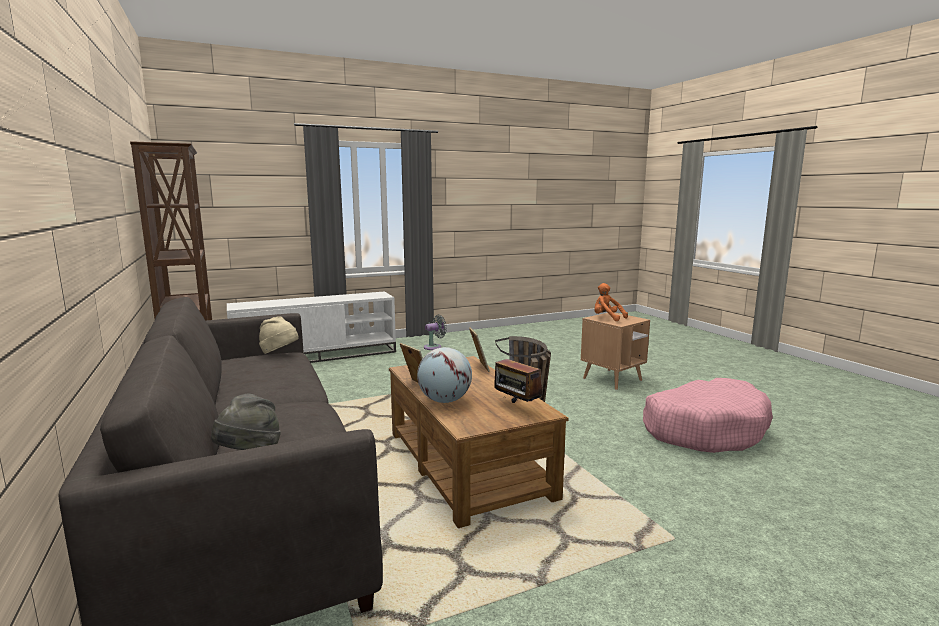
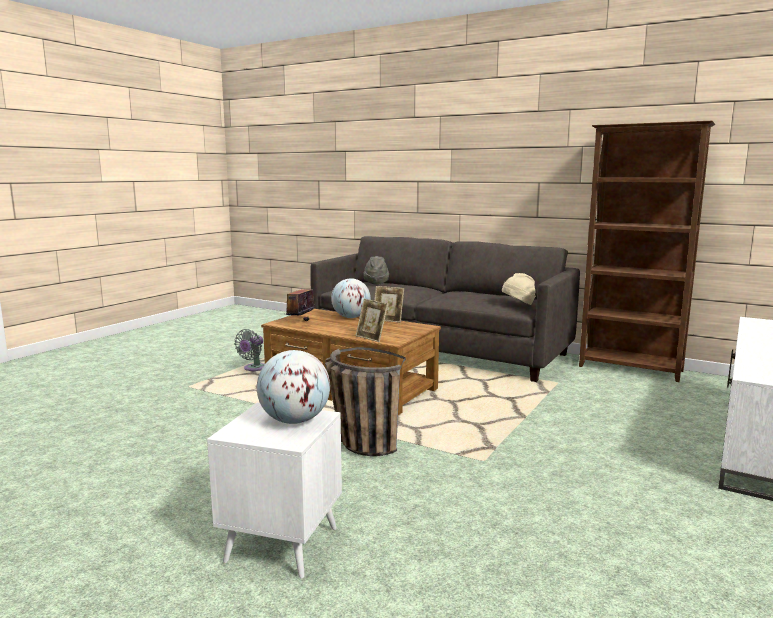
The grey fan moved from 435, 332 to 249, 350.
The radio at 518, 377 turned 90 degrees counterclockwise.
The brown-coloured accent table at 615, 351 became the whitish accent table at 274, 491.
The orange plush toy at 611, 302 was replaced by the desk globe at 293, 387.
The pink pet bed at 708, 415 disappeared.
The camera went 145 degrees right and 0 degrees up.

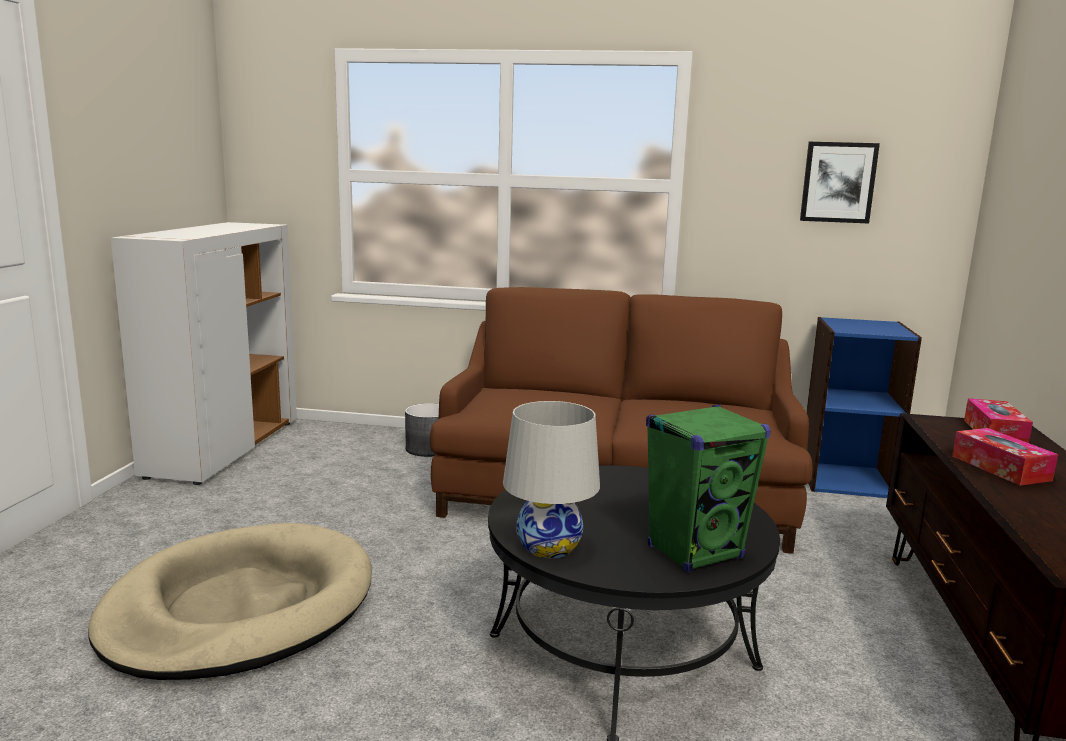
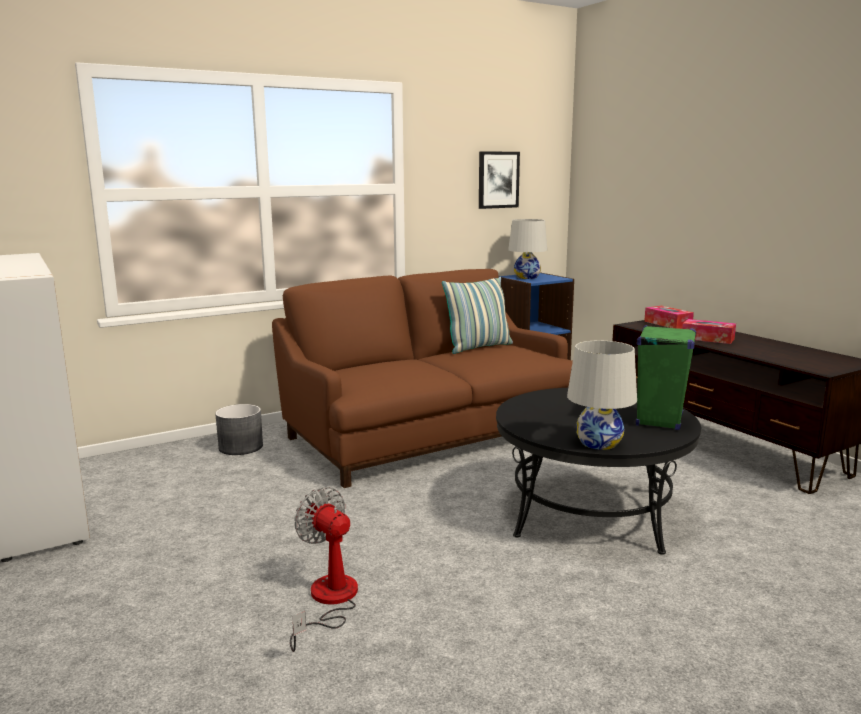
The beige-coloured pet bed at 230, 601 was replaced by the fan at 324, 569.
The pillow at 477, 315 appeared.
The whitish table lamp at 527, 249 appeared.
The camera went 40 degrees left and 0 degrees up.

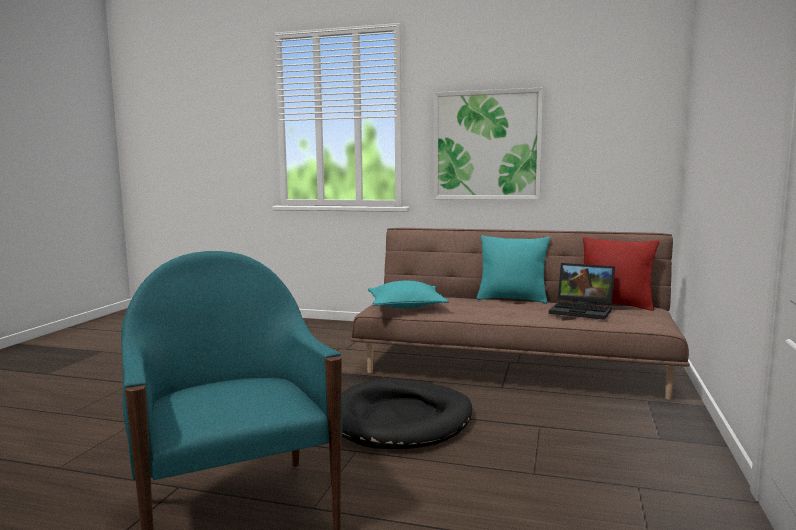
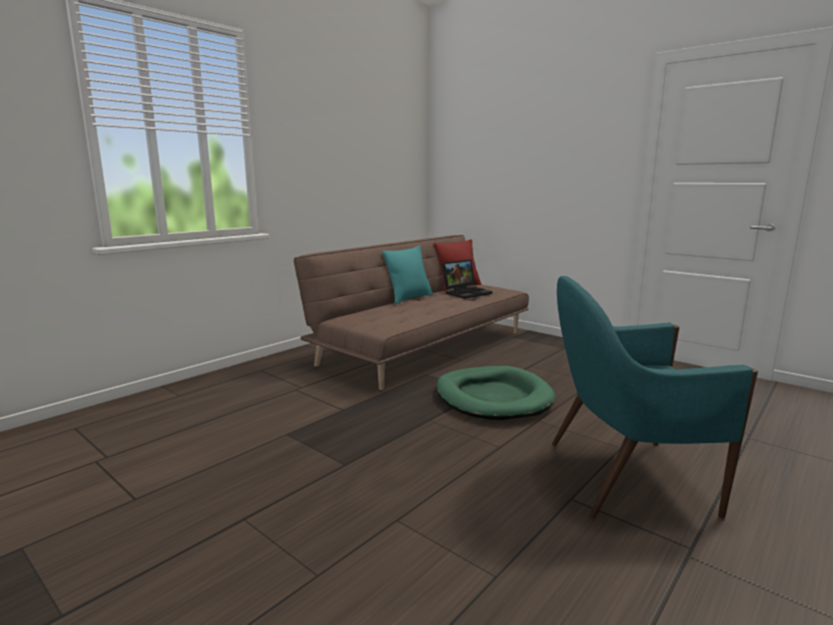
The black-coloured pet bed at 407, 413 became the greenish pet bed at 495, 393.
The blue-green pillow at 408, 294 disappeared.
The wall picture at 488, 143 disappeared.
The camera went 65 degrees left and 5 degrees up.

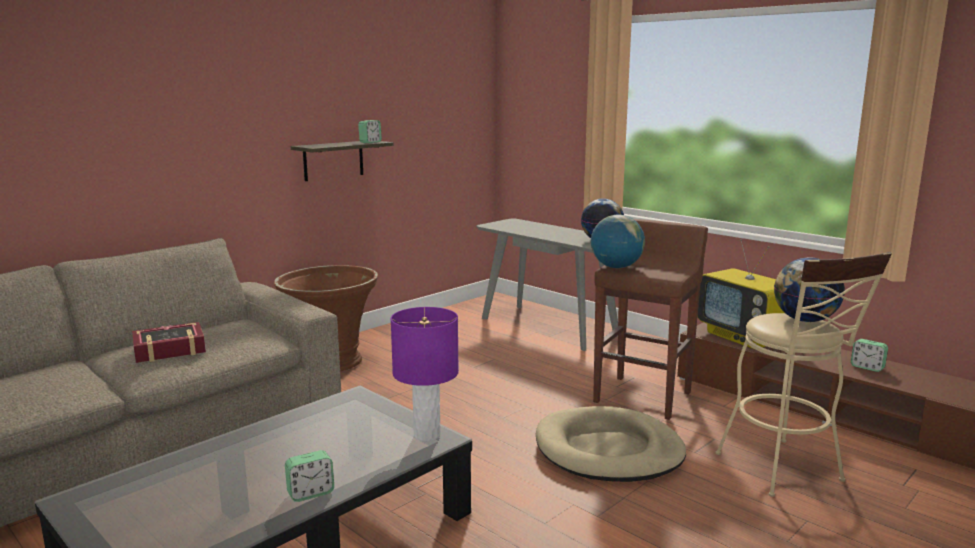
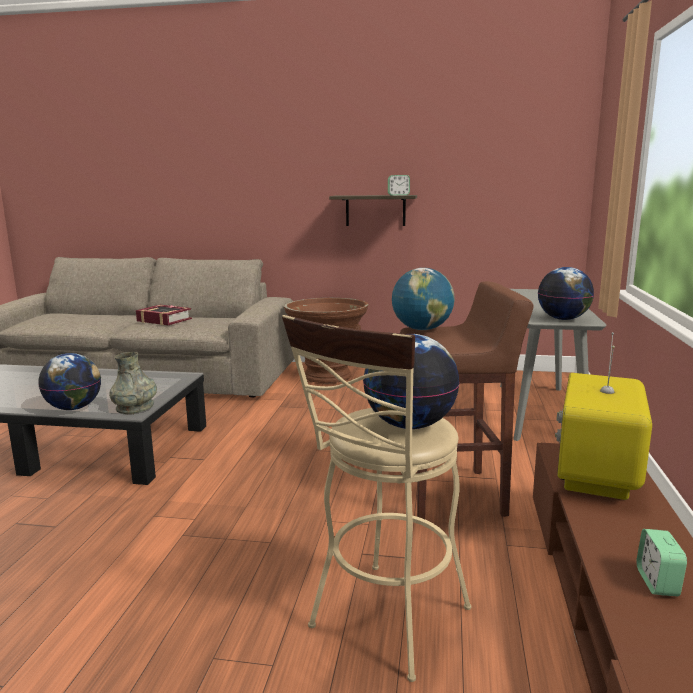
The bedside clock at 309, 476 disappeared.
The purplish table lamp at 425, 374 was replaced by the grey decorative vase at 133, 383.
The beige-coloured pet bed at 611, 444 disappeared.
The desk globe at 69, 381 appeared.
The camera went 55 degrees right and 0 degrees up.

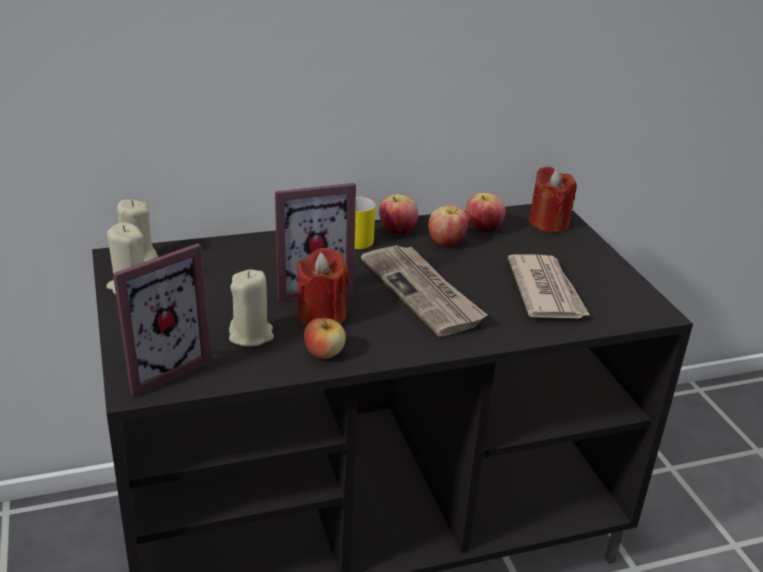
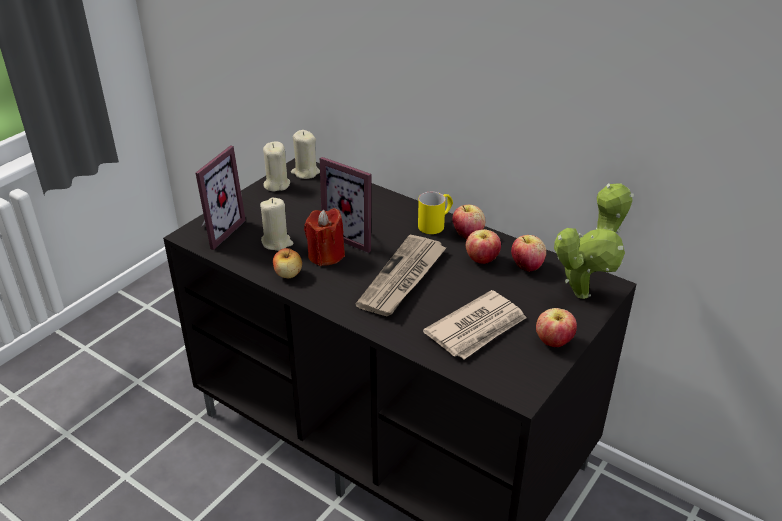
The photo frame at 162, 320 turned 75 degrees counterclockwise.
The reddish wax candle at 553, 199 was replaced by the houseplant at 594, 241.
The whole apple at 556, 327 appeared.
The camera went 55 degrees right and 5 degrees up.

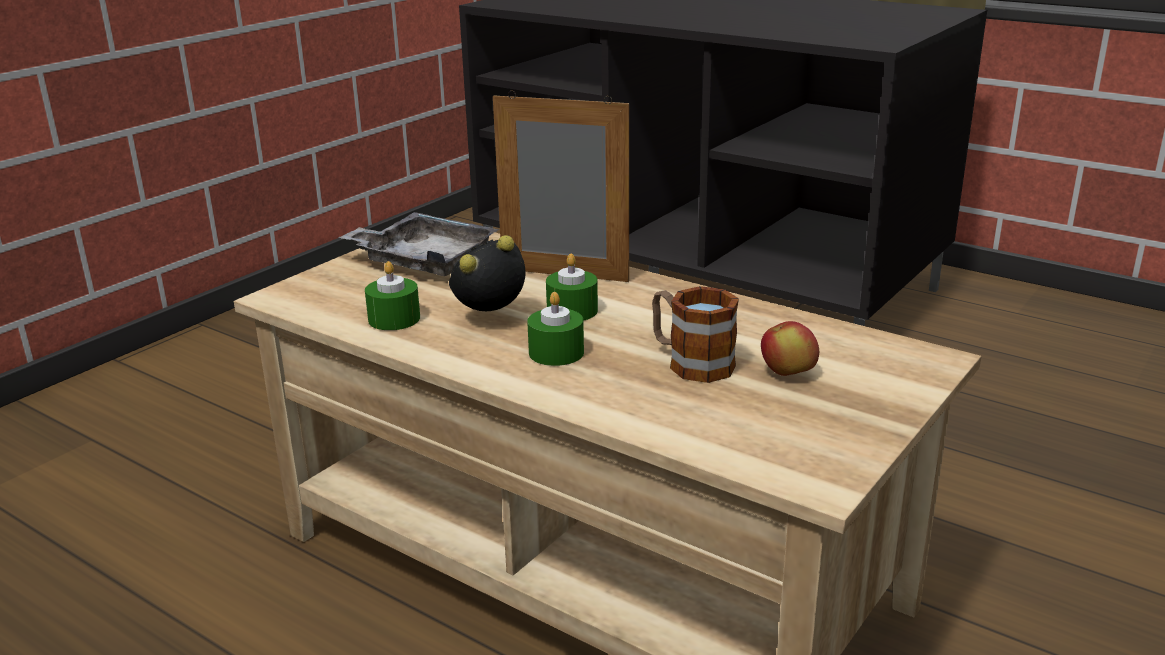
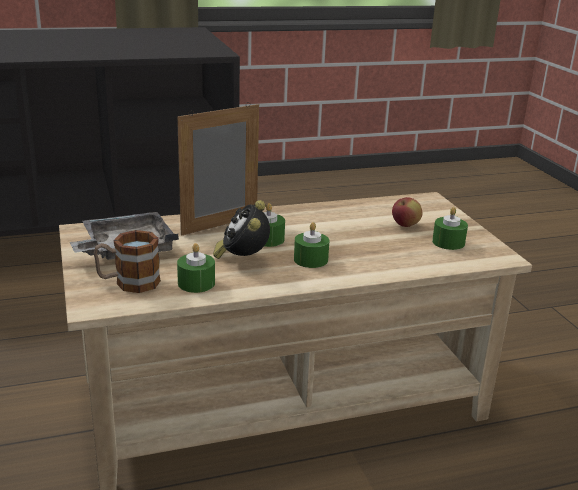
The coffee mug moved from 695, 334 to 127, 261.
The greenish wax candle at 450, 228 appeared.
The camera went 55 degrees left and 0 degrees up.

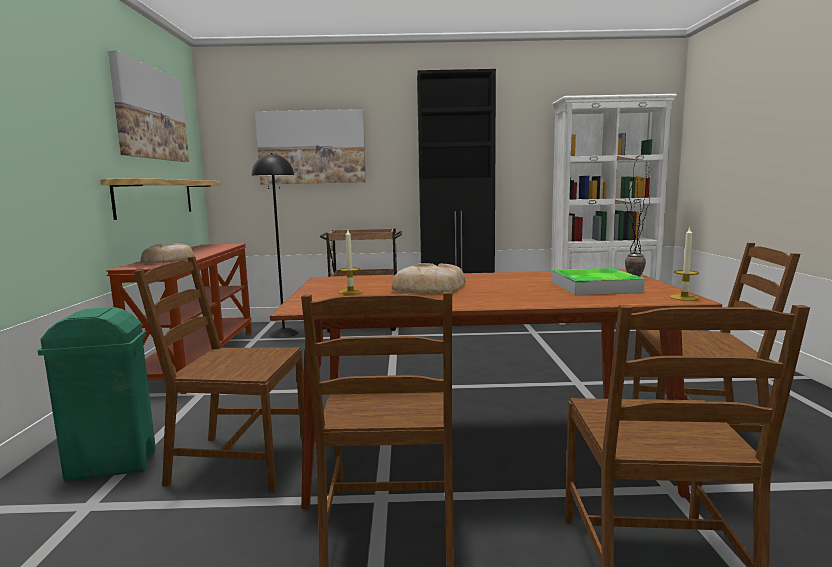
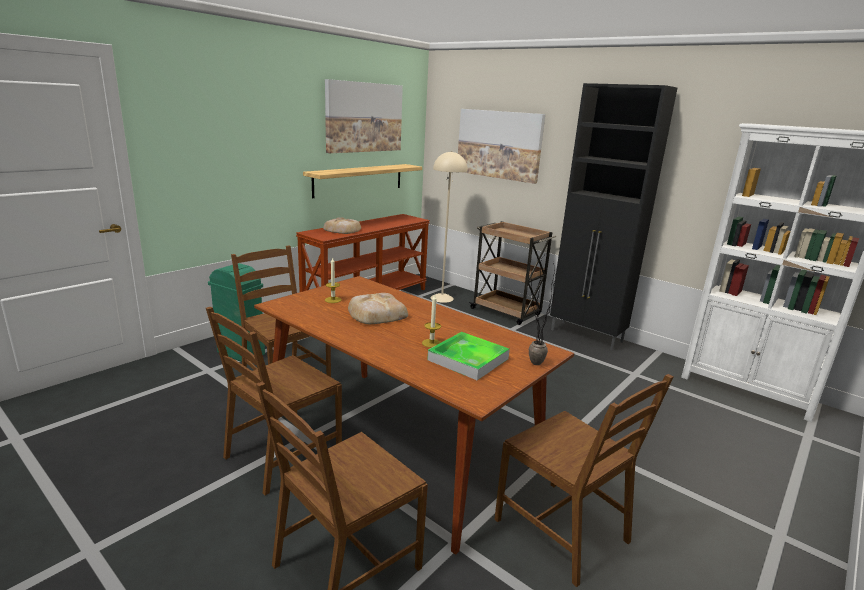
The black-coloured standard lamp at 275, 245 became the beige-coloured standard lamp at 449, 227.
The wax candle moved from 684, 263 to 431, 321.
The camera went 40 degrees right and 10 degrees up.

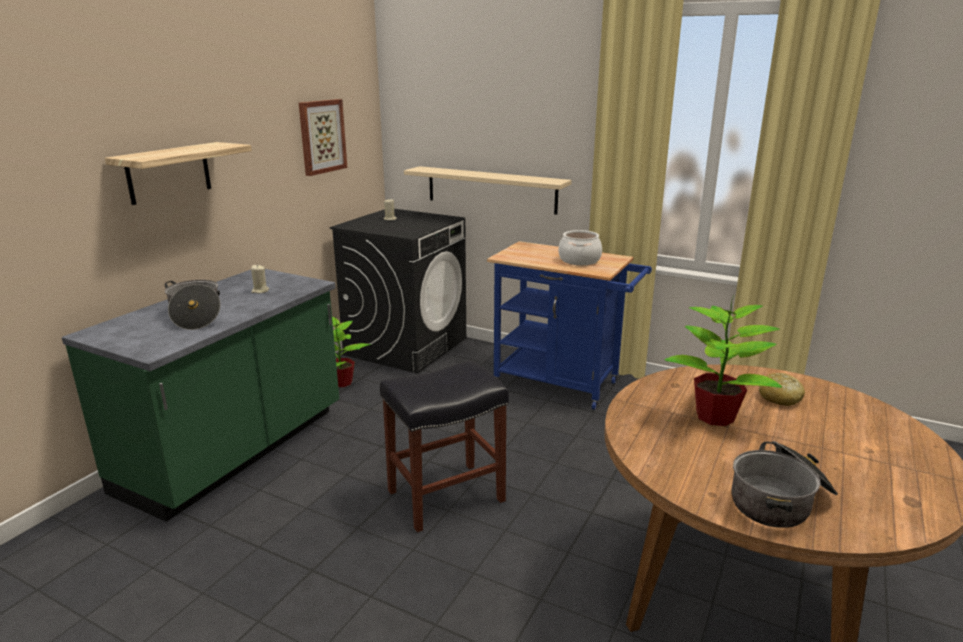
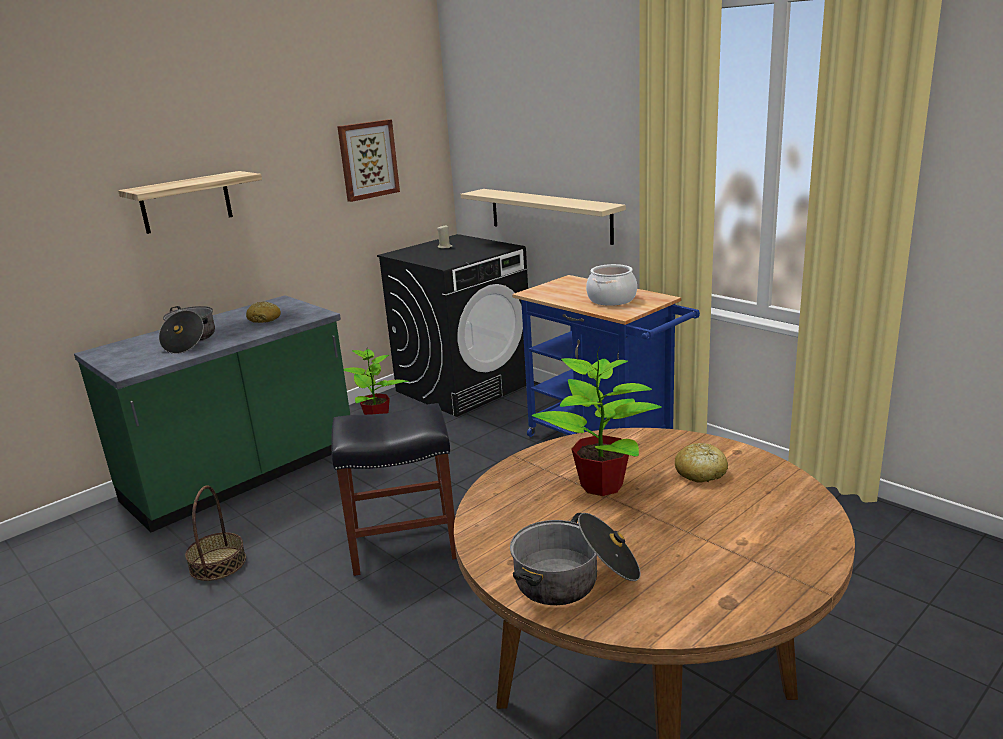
The beige-coloured wax candle at 260, 279 was replaced by the bakery bread at 263, 312.
The storage basket at 215, 533 appeared.
The camera went 20 degrees right and 0 degrees up.

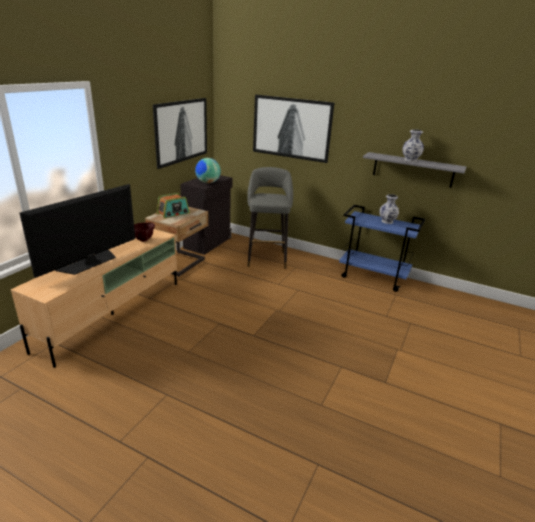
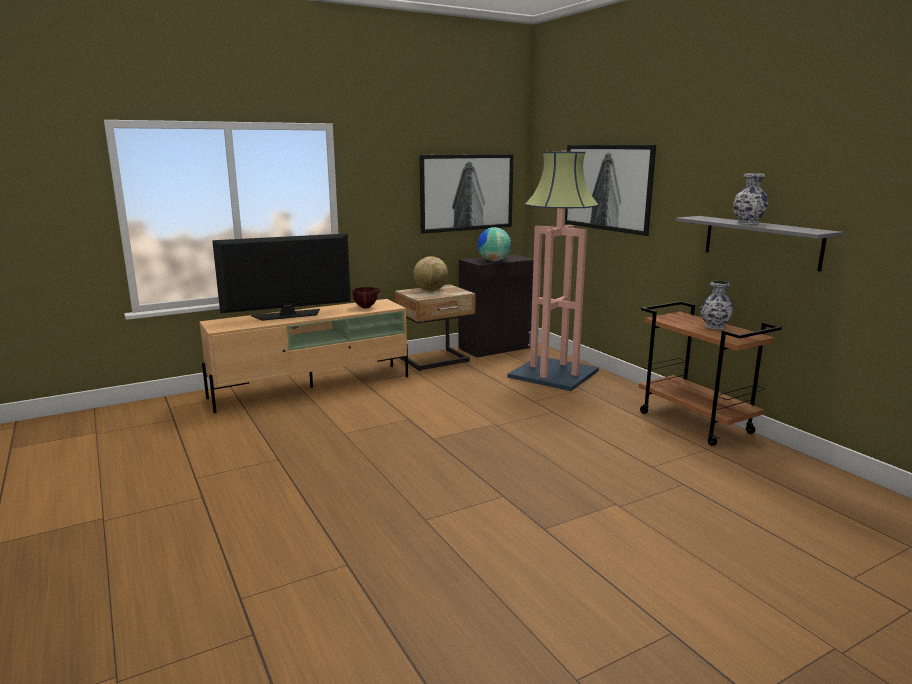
The radio at 173, 205 was replaced by the desk globe at 431, 273.
The grey sitting stool at 270, 218 was replaced by the standard lamp at 553, 270.
The blue-coloured trolley at 382, 248 became the brown-coloured trolley at 710, 373.
The camera went 35 degrees right and 10 degrees down.

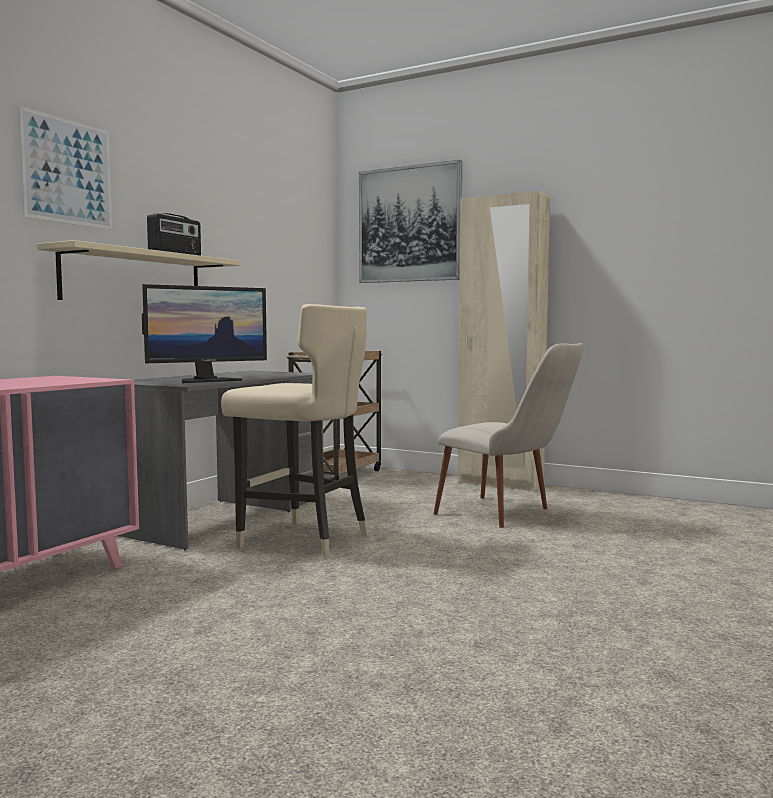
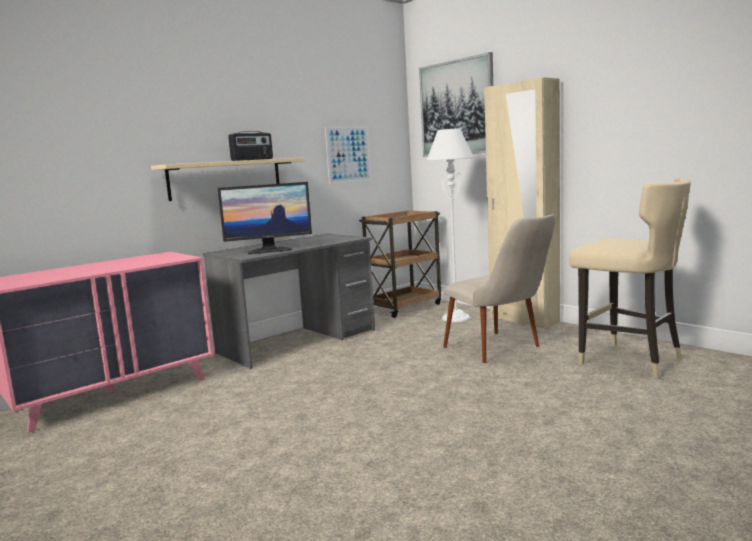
The wall picture moved from 65, 168 to 348, 155.
The beige-coloured sitting stool moved from 294, 431 to 630, 278.
The whitish standard lamp at 450, 225 appeared.
The camera went 20 degrees right and 5 degrees up.

